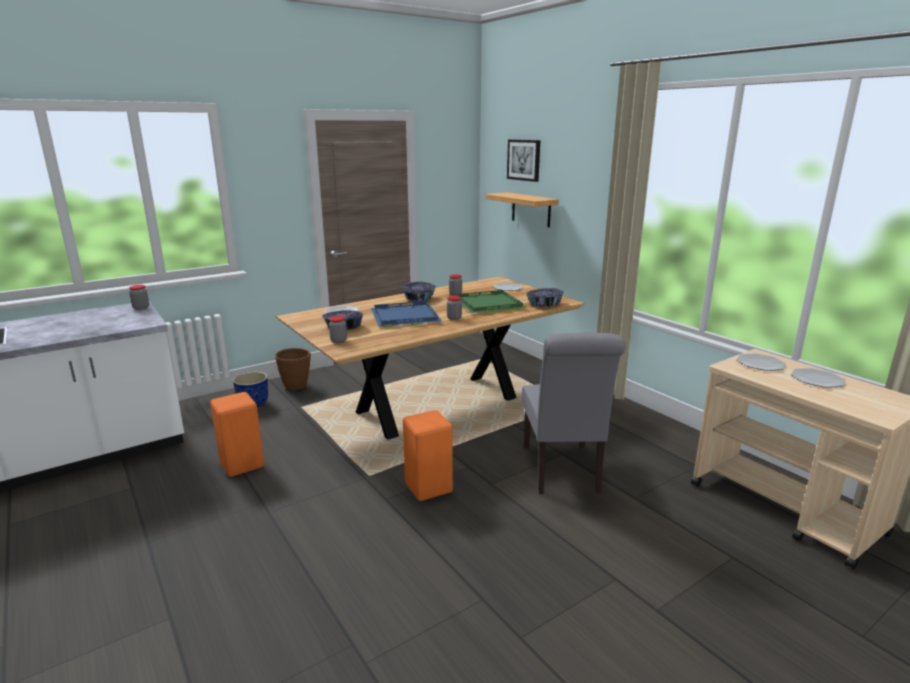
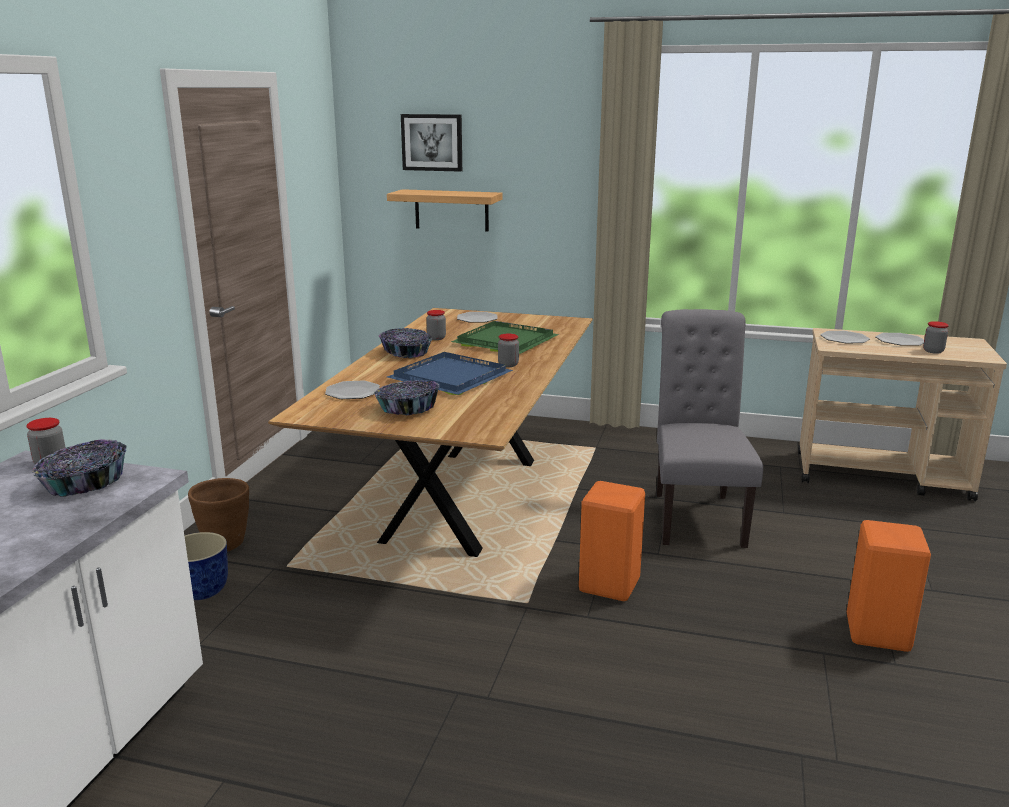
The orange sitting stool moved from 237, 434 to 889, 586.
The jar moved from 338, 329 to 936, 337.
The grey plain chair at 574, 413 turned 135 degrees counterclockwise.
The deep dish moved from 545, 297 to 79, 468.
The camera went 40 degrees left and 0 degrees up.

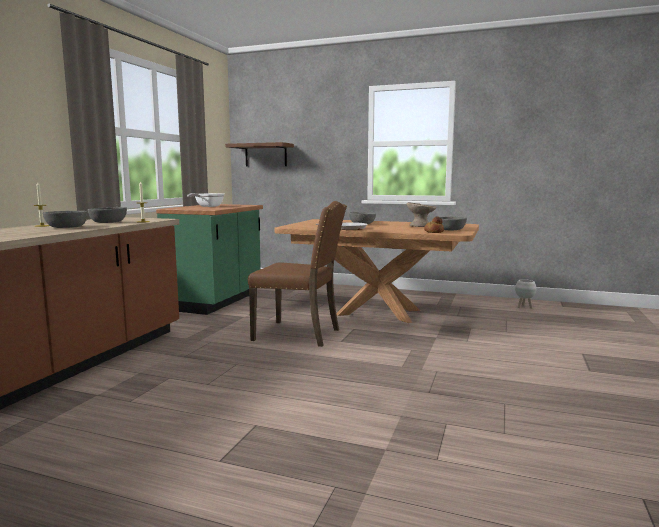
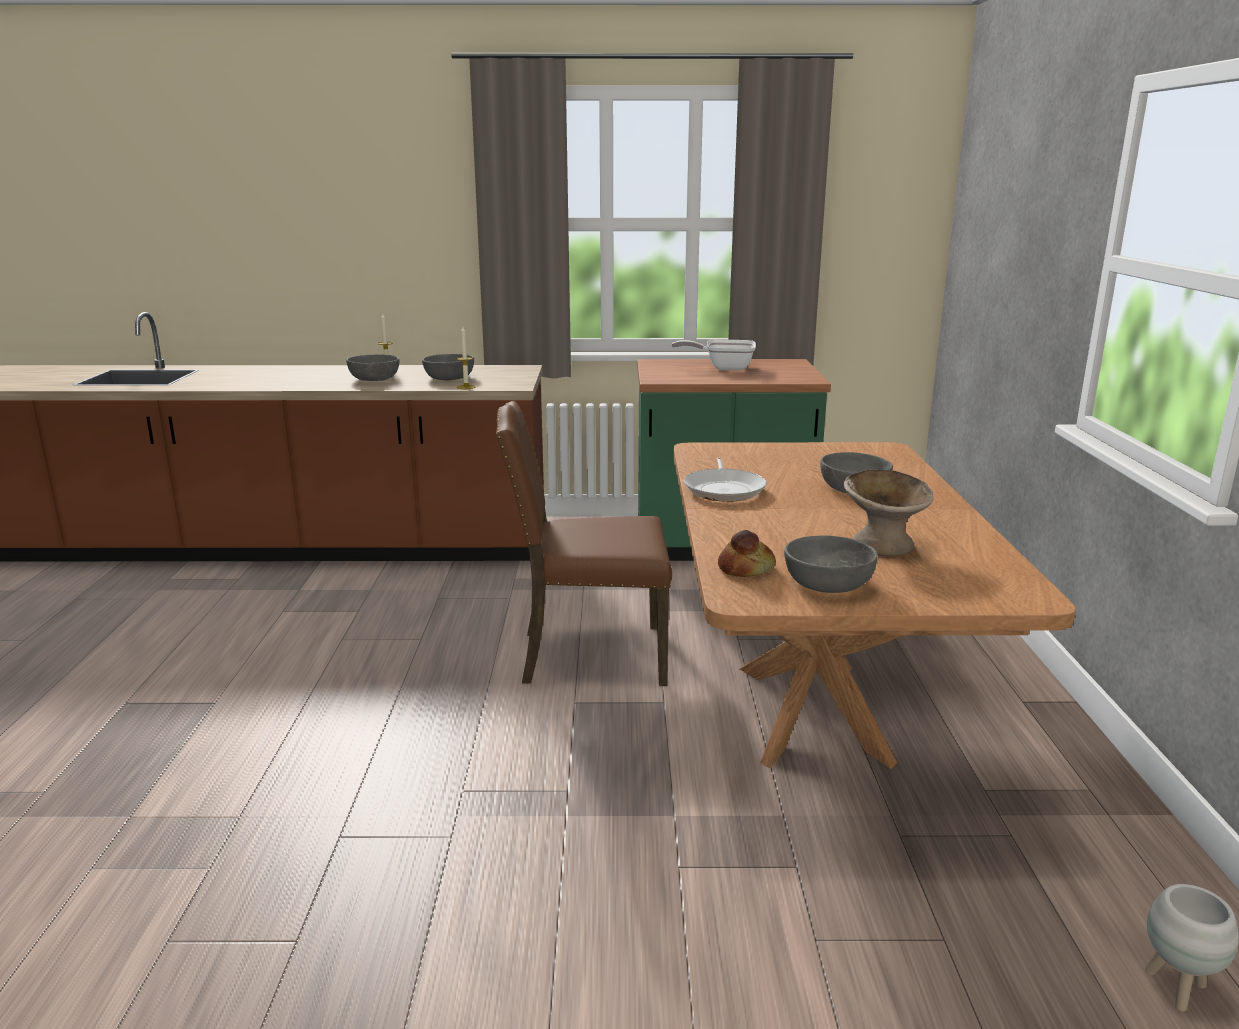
The brown-coloured shelf at 259, 154 disappeared.
The brown-coloured plain chair at 297, 274 turned 90 degrees clockwise.
The camera went 70 degrees right and 10 degrees up.

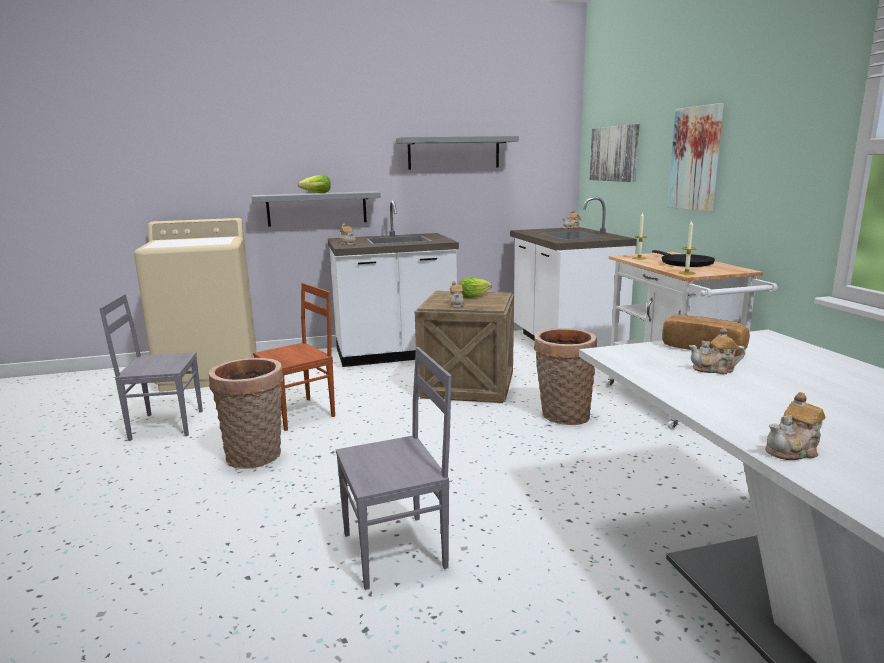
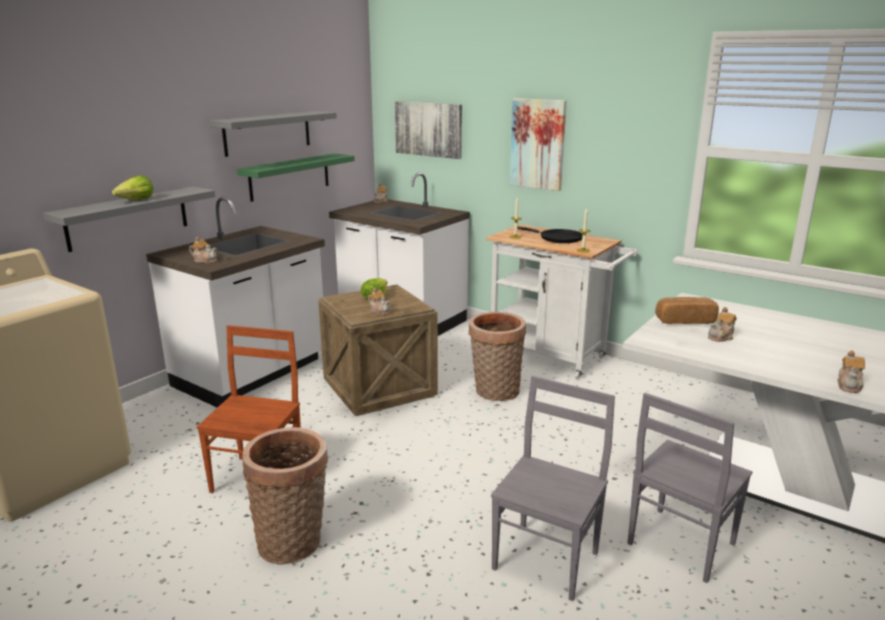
The grey plain chair moved from 151, 367 to 689, 488.
The greenish shelf at 296, 177 appeared.
The camera went 40 degrees left and 5 degrees up.

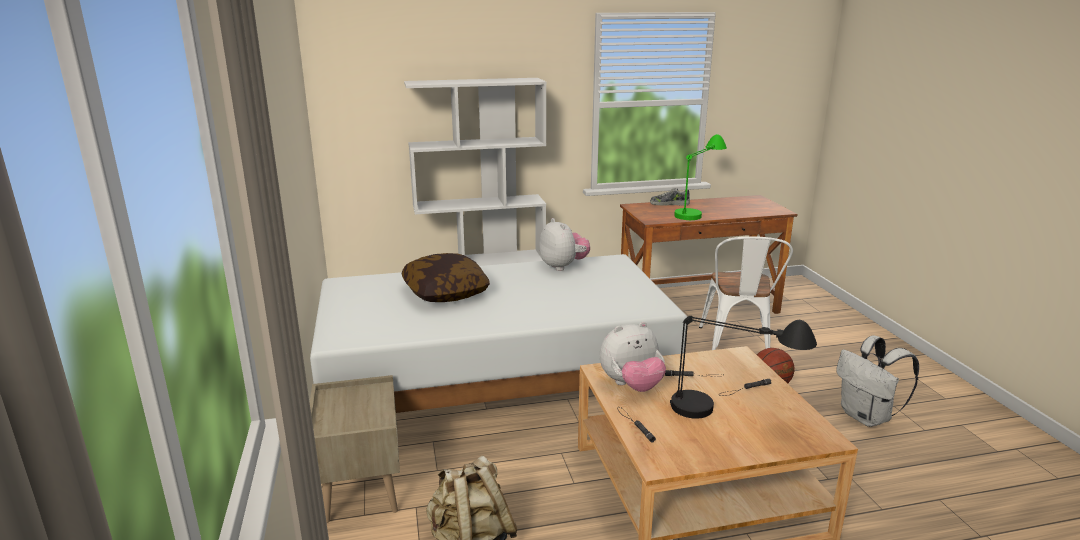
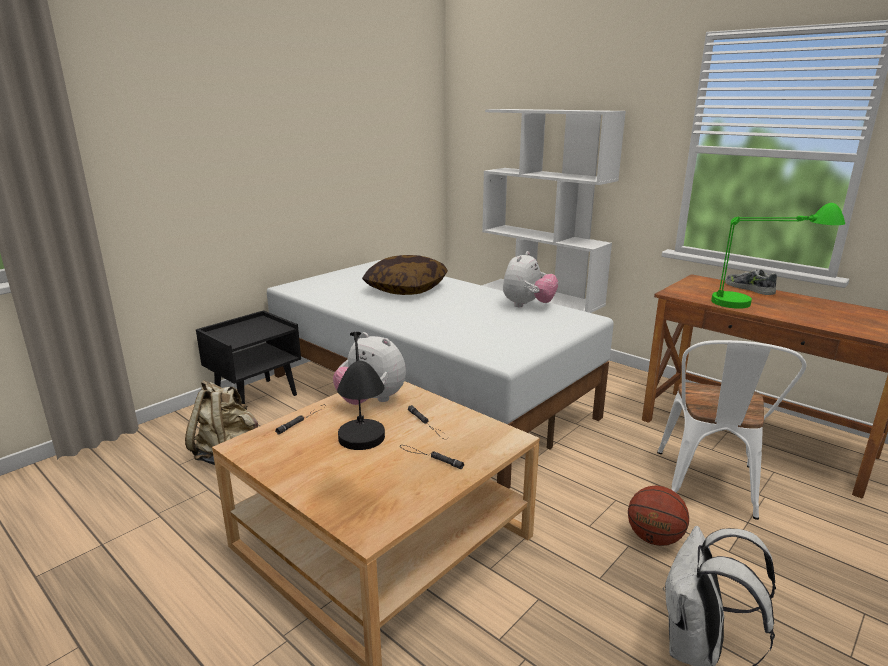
The beige-coloured night table at 355, 449 became the black-coloured night table at 248, 357.
The whitish plain chair at 746, 293 turned 45 degrees counterclockwise.
The camera went 55 degrees right and 0 degrees up.

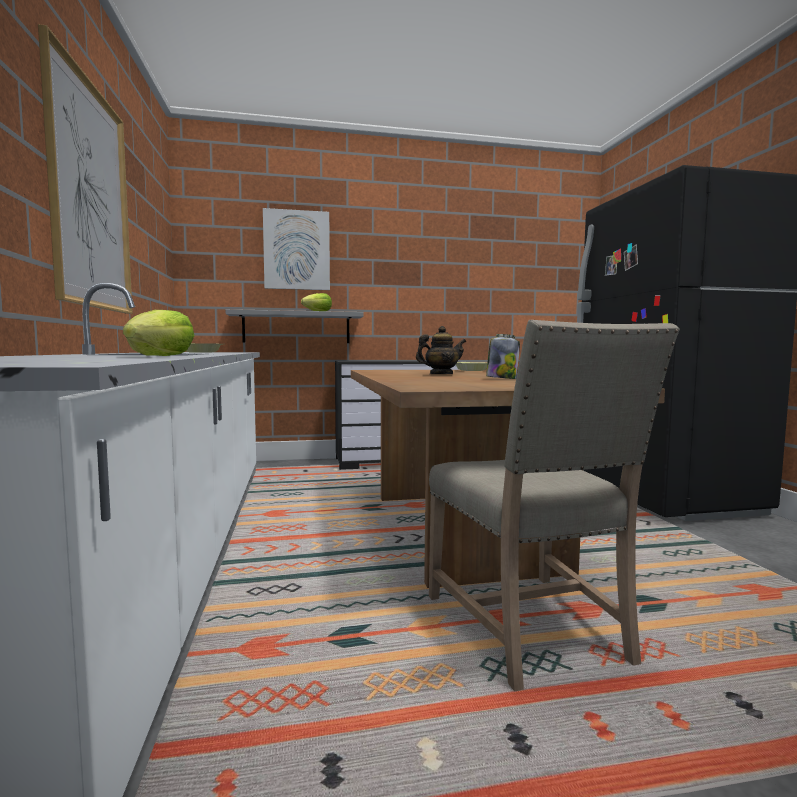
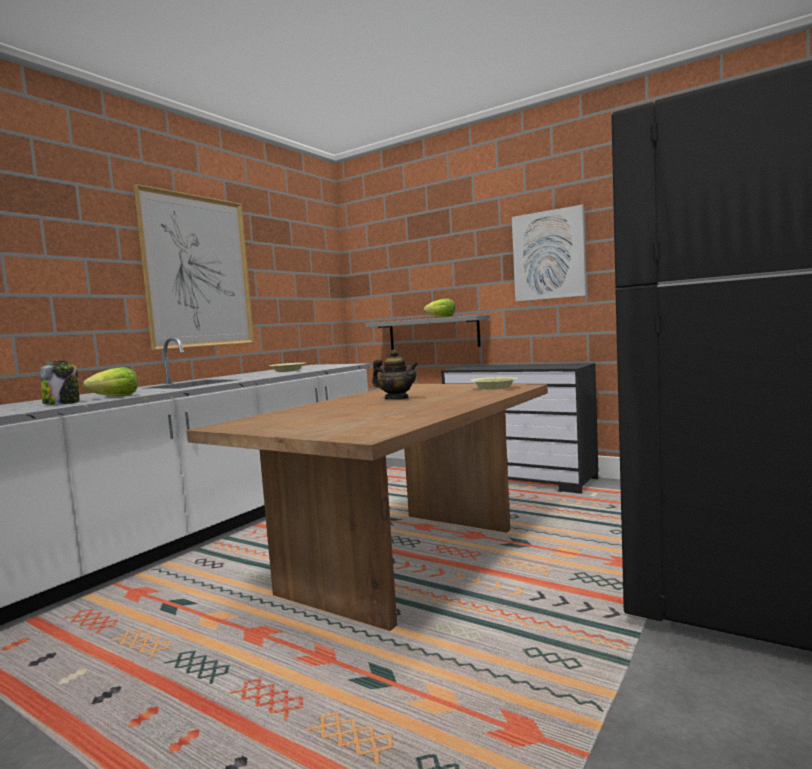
The wall picture moved from 296, 249 to 549, 253.
The beige-coloured plain chair at 554, 506 disappeared.
The jar moved from 503, 356 to 60, 383.
The camera went 45 degrees right and 0 degrees up.

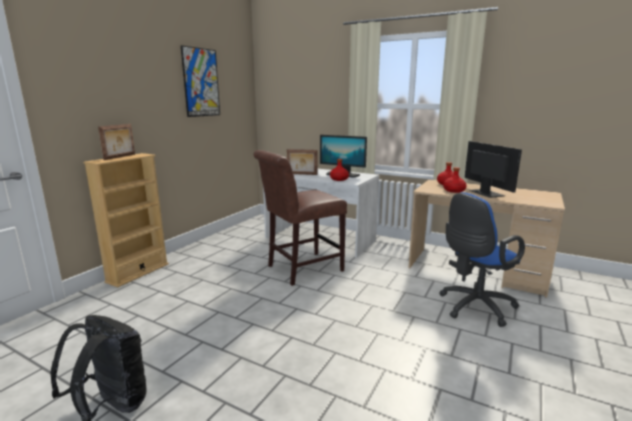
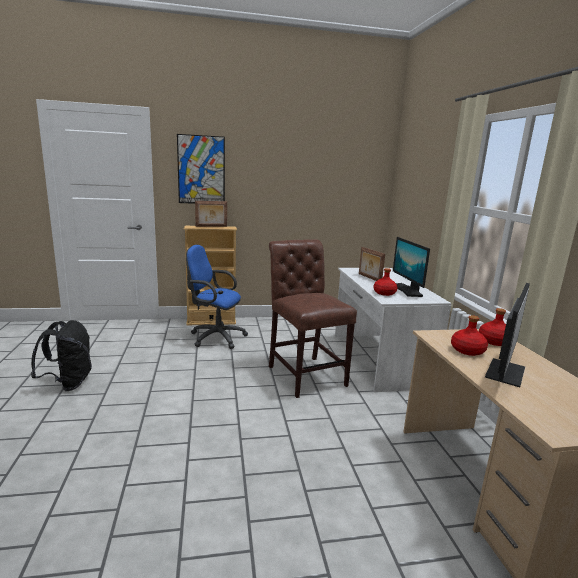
The wall picture moved from 200, 81 to 201, 169.
The brown-coloured plain chair at 300, 218 turned 45 degrees clockwise.
The blue-coloured desk chair moved from 482, 259 to 217, 297.
The camera went 50 degrees right and 0 degrees up.

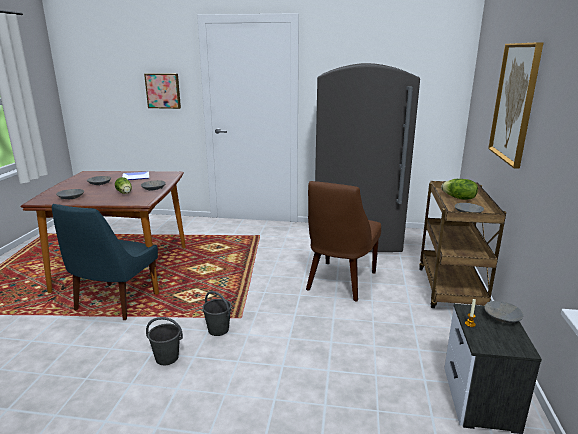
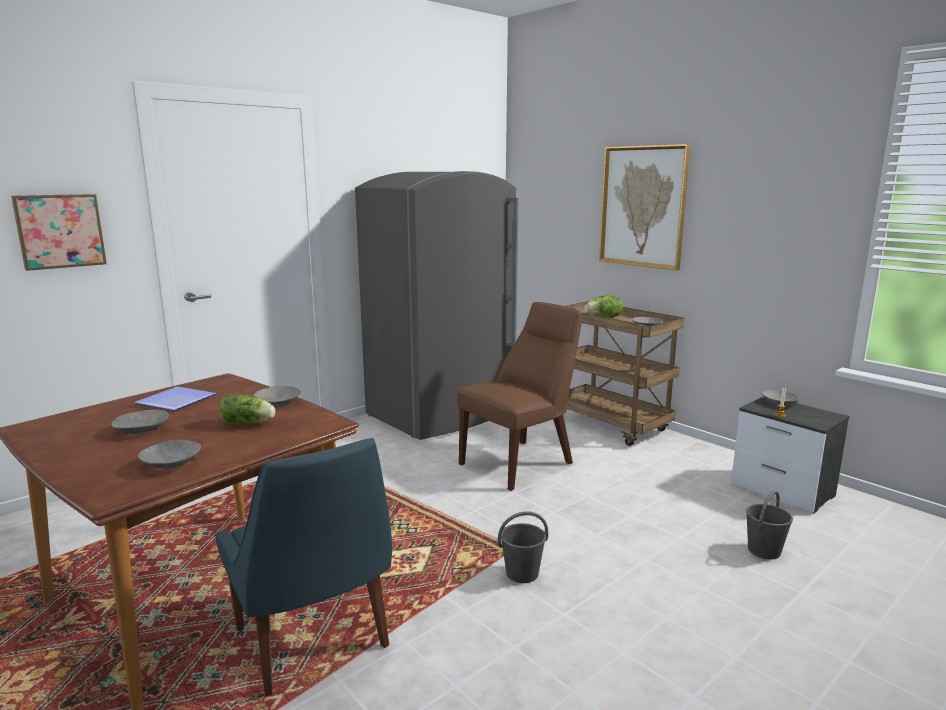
The grey water bucket moved from 164, 341 to 769, 524.
The brown-coloured plain chair at 343, 241 turned 105 degrees counterclockwise.
The camera went 50 degrees left and 5 degrees down.

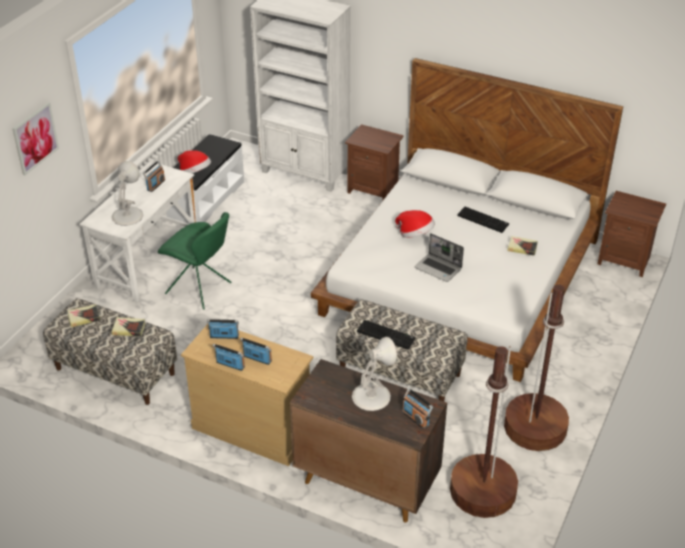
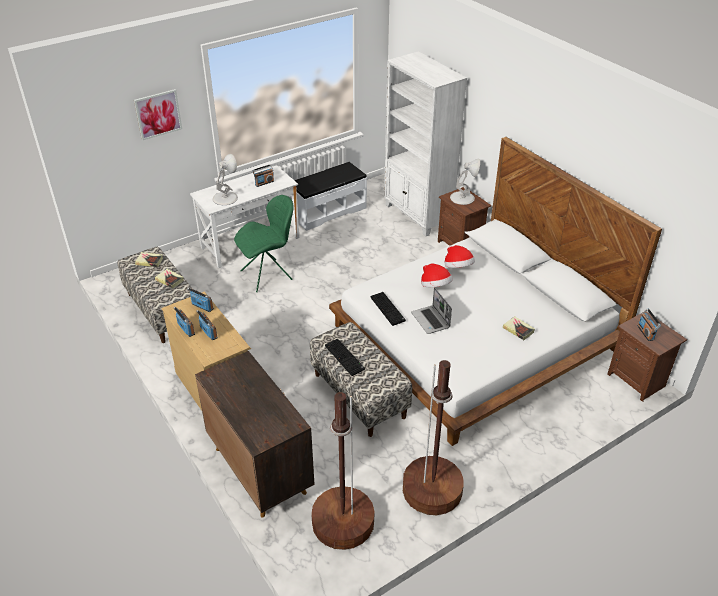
The greenish plain chair at 194, 261 turned 90 degrees counterclockwise.
The wearable hat moved from 194, 161 to 459, 256.
The whitish table lamp moved from 374, 374 to 465, 182.
The radio moved from 417, 409 to 649, 324.
The keyboard moved from 483, 220 to 388, 309.
The camera went 30 degrees right and 0 degrees up.

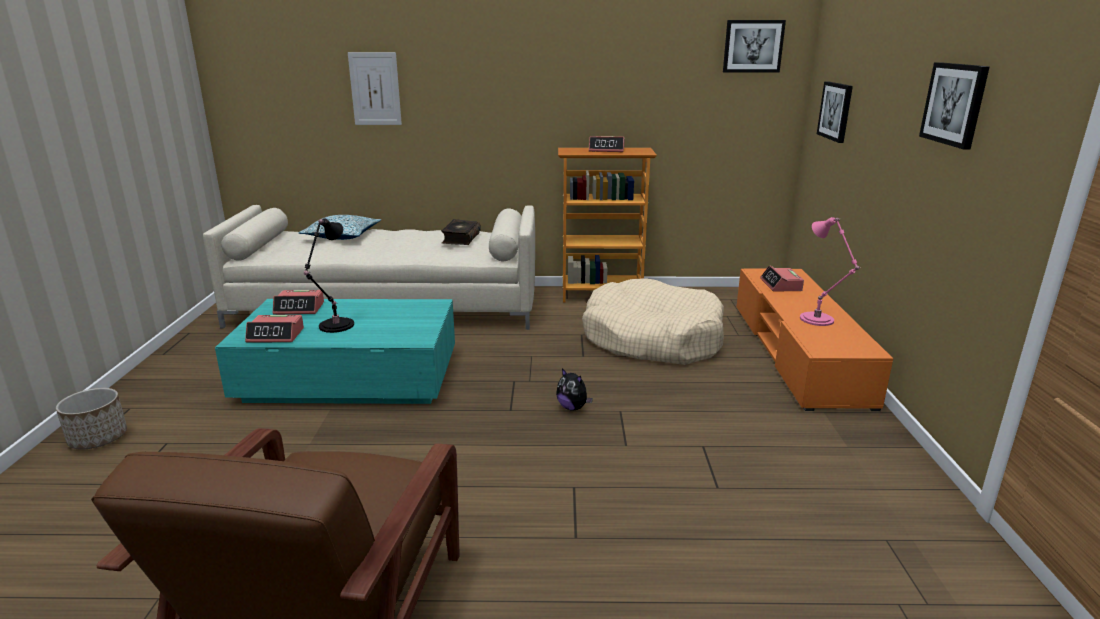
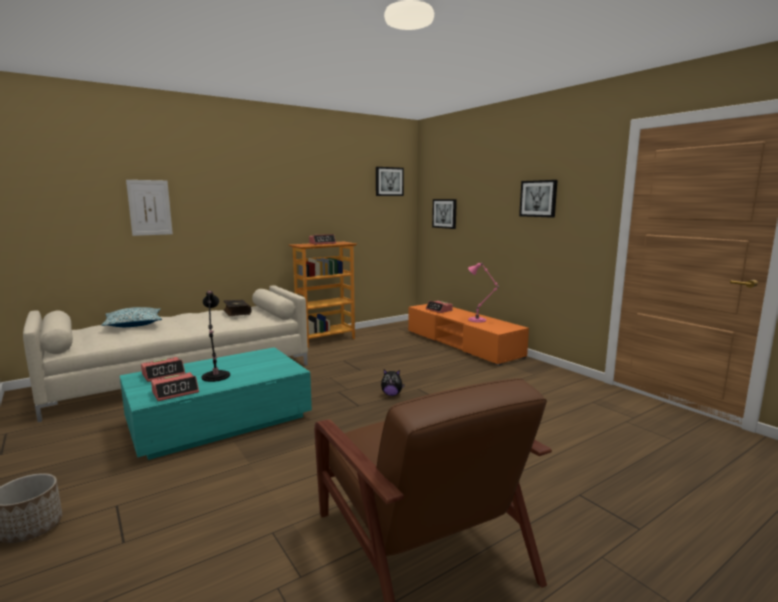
The beige-coloured pet bed at 653, 321 disappeared.
The camera went 35 degrees left and 10 degrees down.

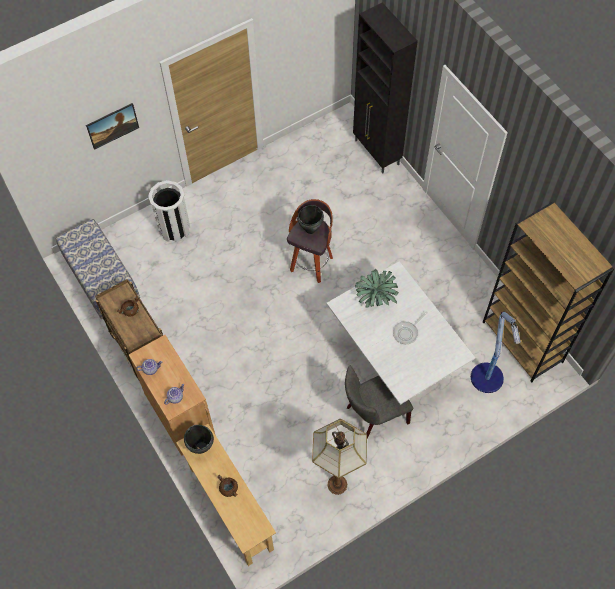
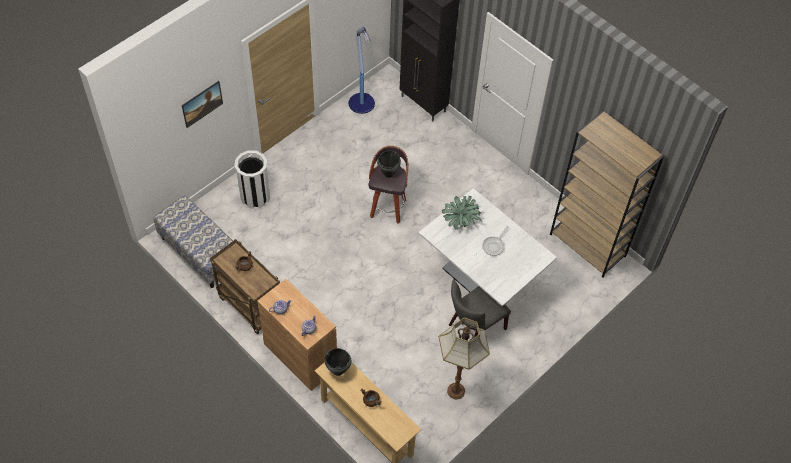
The standard lamp moved from 496, 352 to 362, 70.
The camera went 15 degrees left and 5 degrees down.

